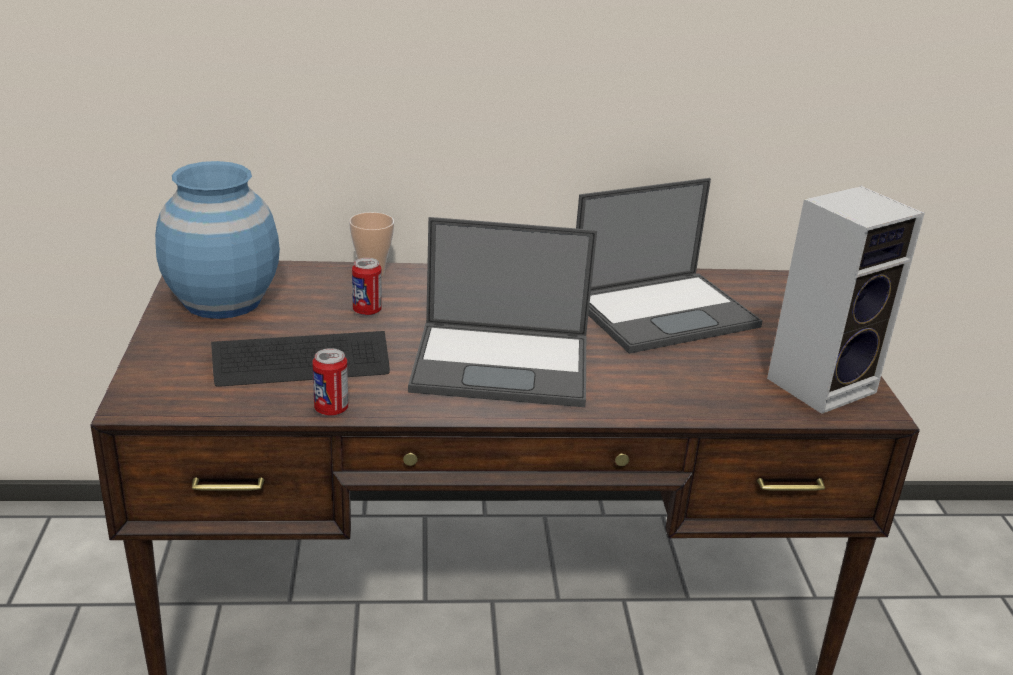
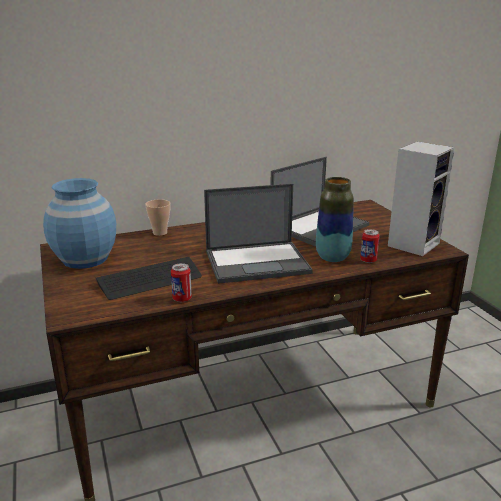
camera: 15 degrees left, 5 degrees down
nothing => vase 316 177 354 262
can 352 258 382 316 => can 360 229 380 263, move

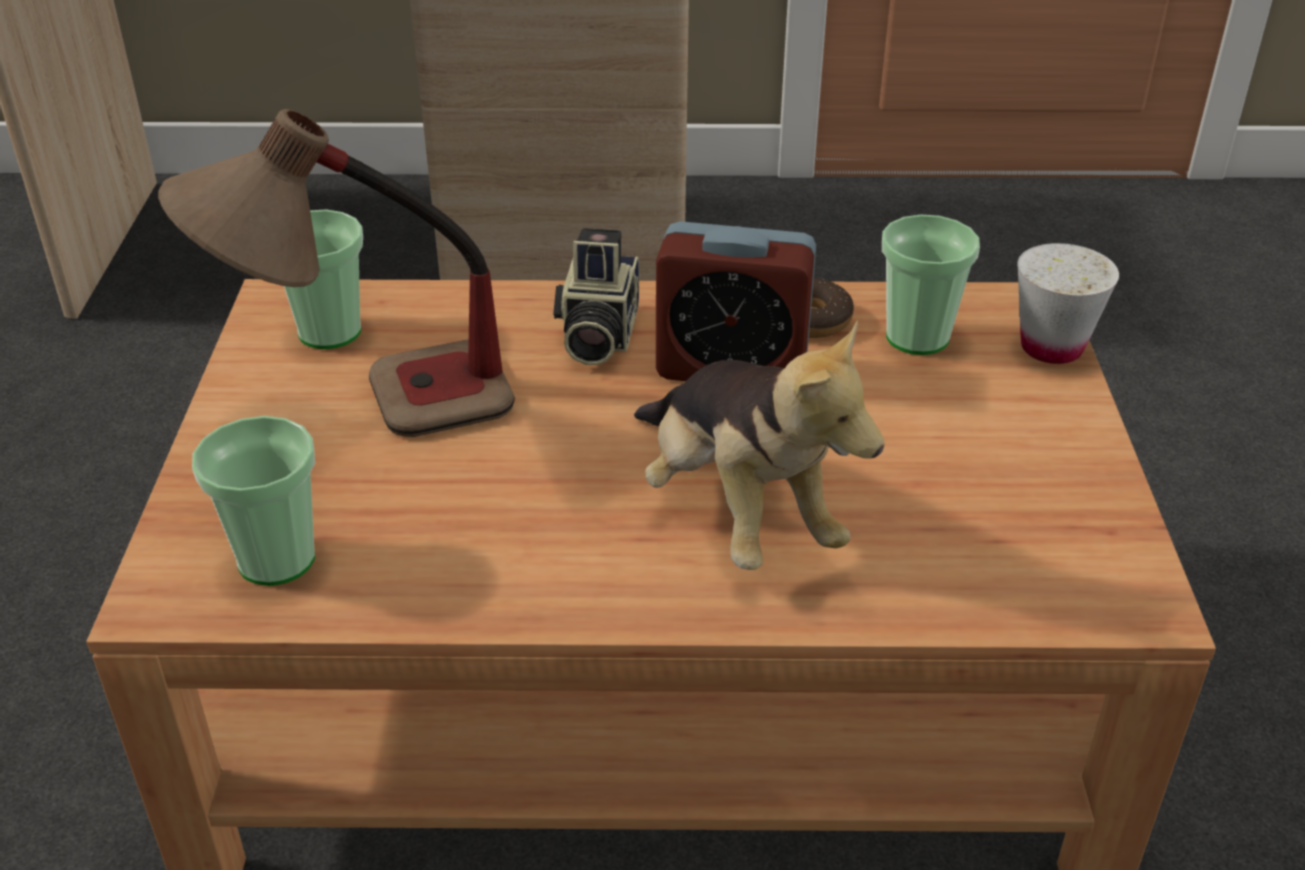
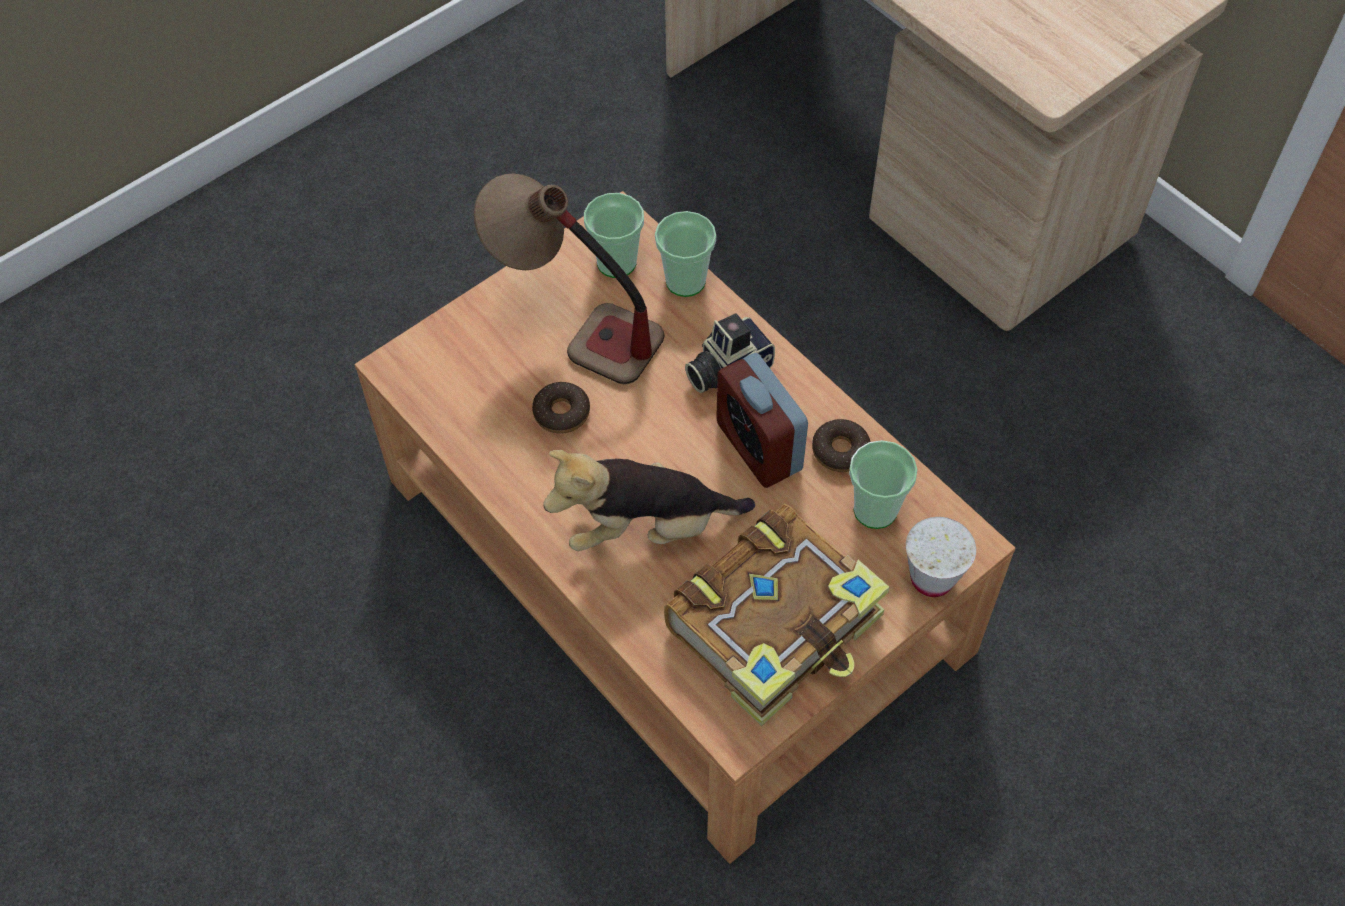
camera: 50 degrees right, 20 degrees up
nothing => donut 532 382 590 434
plush toy 634 320 885 570 => plush toy 543 450 755 551, 60 degrees clockwise
cup 192 416 315 586 => cup 655 211 716 297, move
nothing => book 664 504 890 726

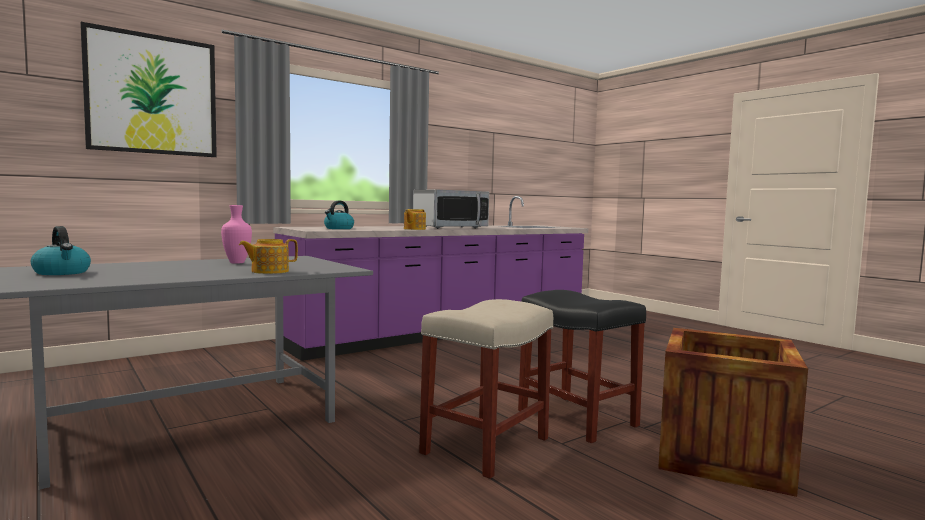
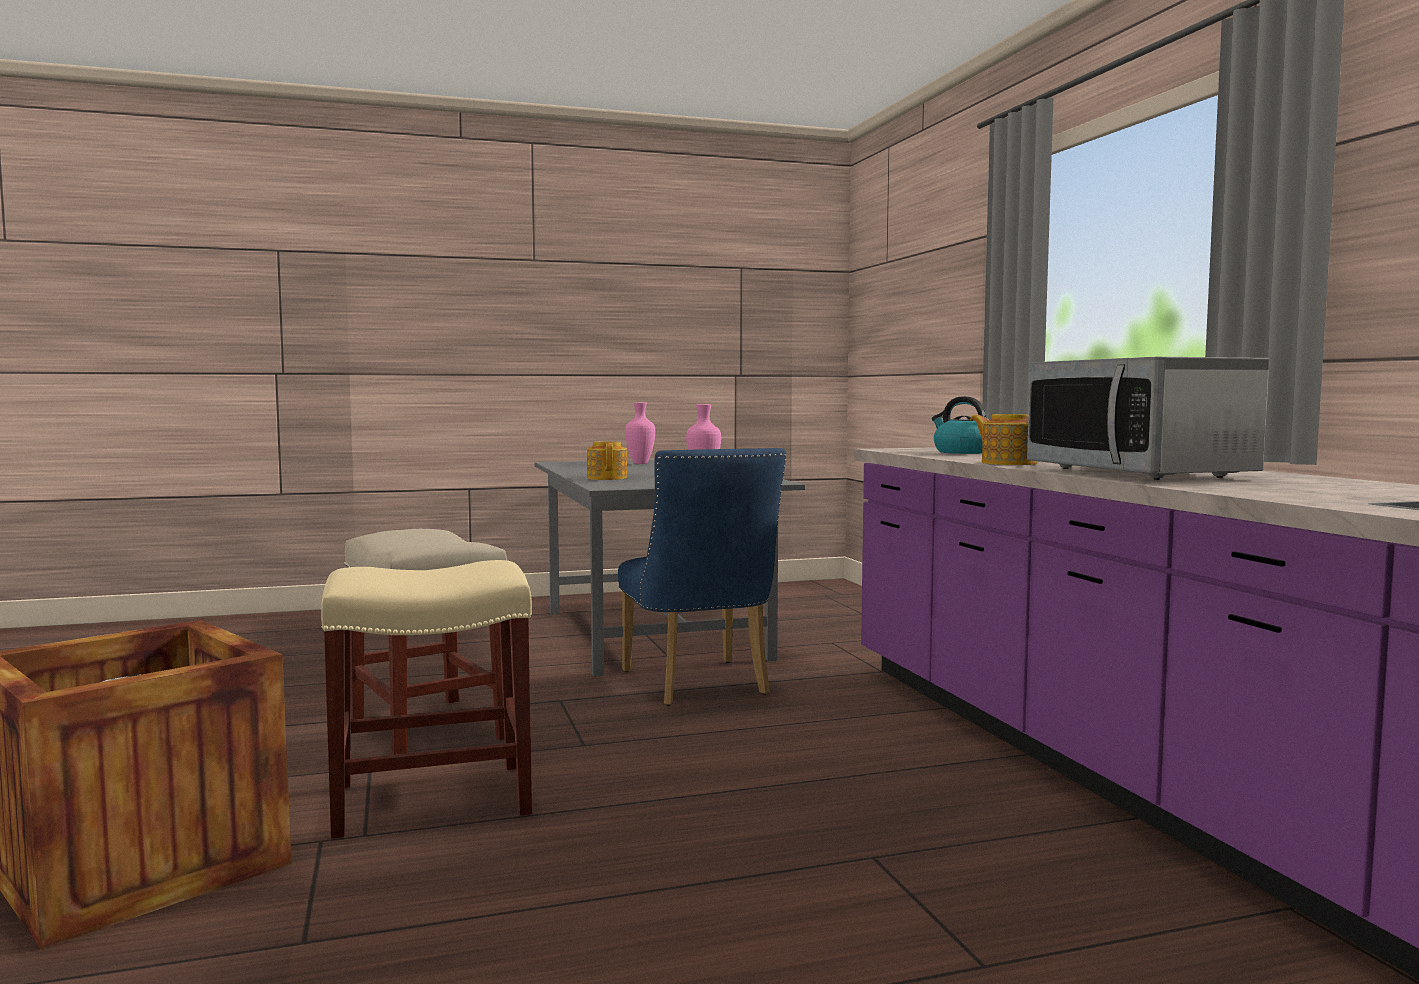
camera: 110 degrees right, 0 degrees up
stool (black) 518 290 646 443 => stool (beige) 321 560 532 839
nothing => chair (blue) 618 448 786 706
kettle 31 226 91 275 => vase (pink) 625 402 655 464
picture 80 22 217 157 => nothing

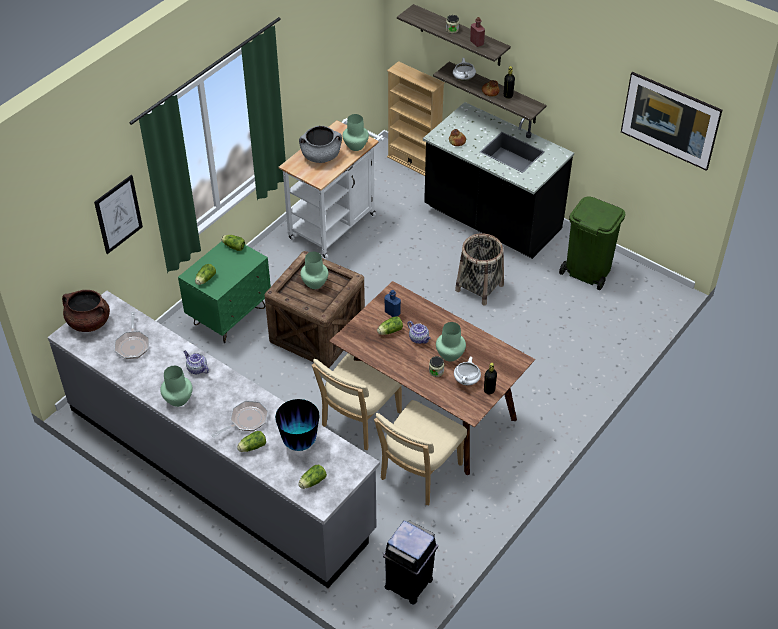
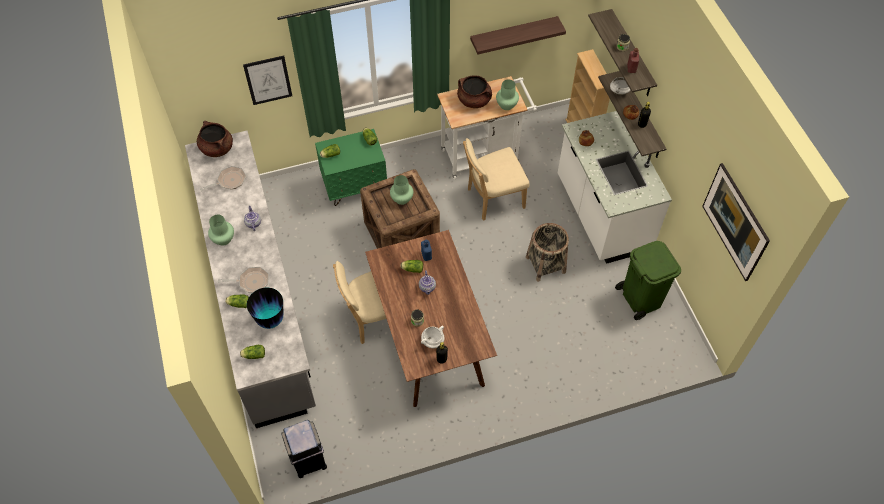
camera: 35 degrees right, 10 degrees up
frying pan 114 312 149 359 => frying pan 200 166 246 191, 150 degrees counterclockwise
cooking pot (grey) 299 126 342 163 => cooking pot (brown) 457 75 492 108
chair (beige) 374 400 467 505 => chair (beige) 463 138 530 221, move
nothing => shelf 470 16 566 55
counter (black) 423 102 574 259 => counter (white) 558 111 672 264
vase (green) 436 322 466 362 => nothing

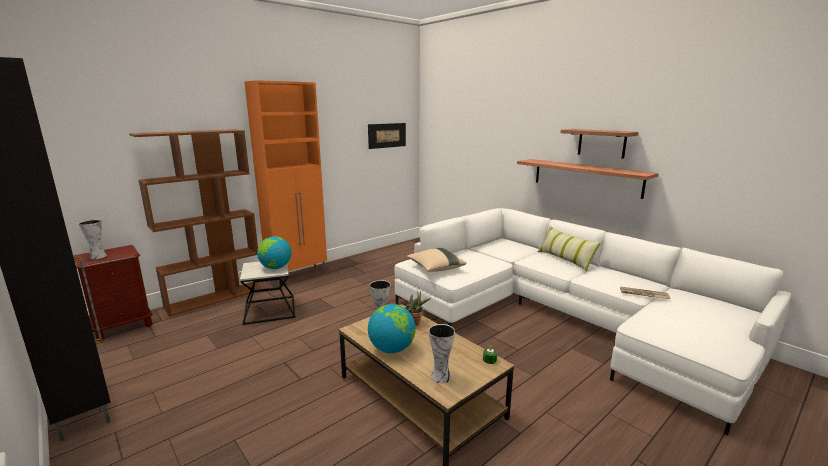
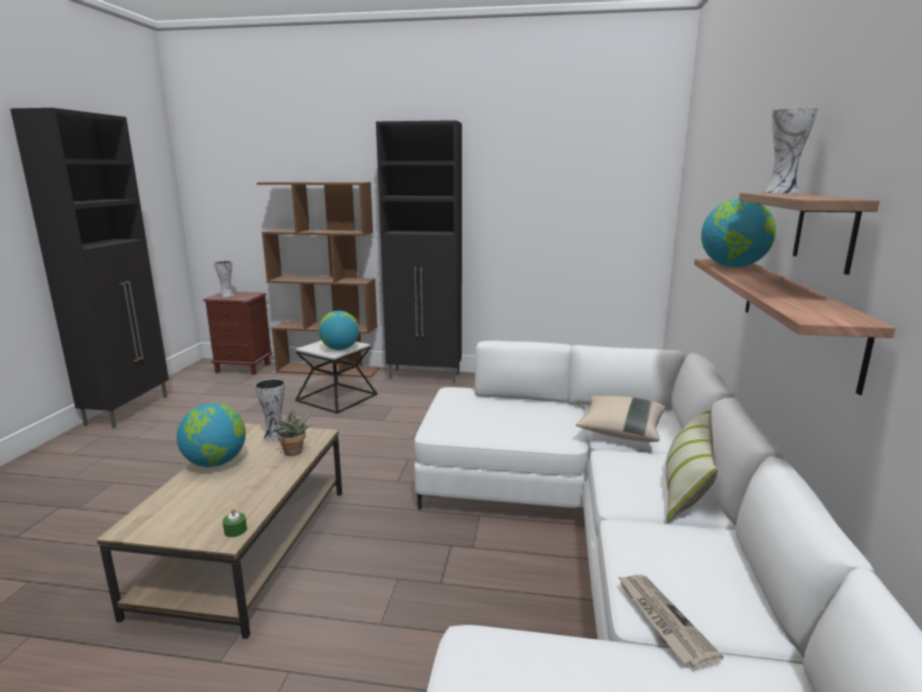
camera: 50 degrees right, 0 degrees up
cabinet (orange) 244 80 327 286 => cabinet (black) 376 120 462 383
pillow (beige) 407 248 467 272 => pillow (beige) 576 395 666 442, move
nothing => globe 701 199 776 267
vase 429 324 455 383 => vase 765 107 818 194, move
picture 368 123 406 149 => nothing

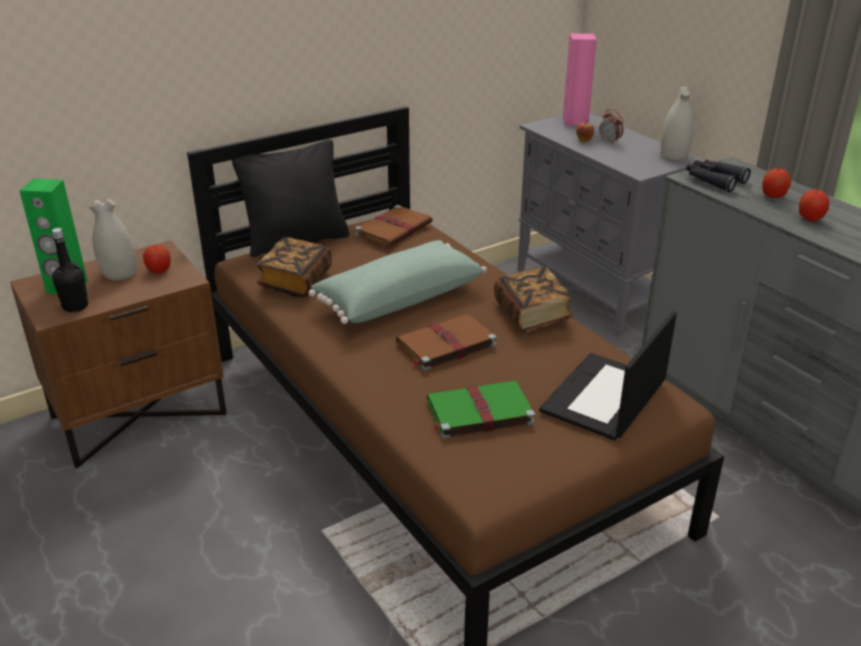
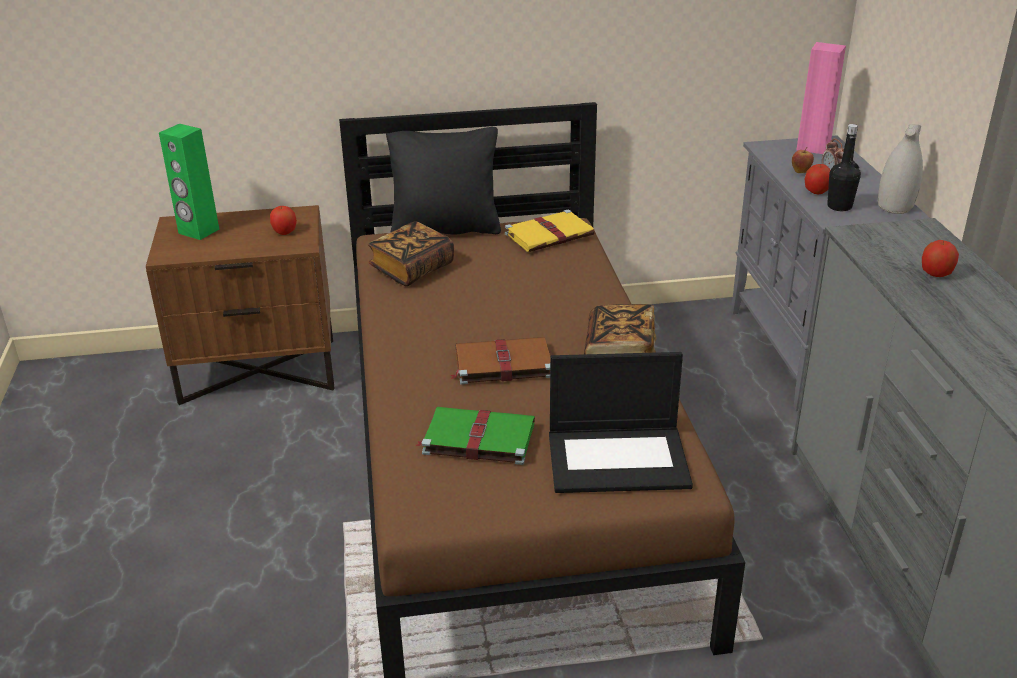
camera: 25 degrees right, 0 degrees up
book (brown) 355 205 433 247 => book (yellow) 505 210 595 252
laptop 539 311 677 440 => laptop 549 352 693 493, 150 degrees counterclockwise
apple 799 189 829 221 => apple 805 164 830 194, move
bottle (black) 52 228 88 313 => bottle (black) 827 124 861 211, move
vase (white) 89 199 137 281 => nothing
pillow (green) 309 240 487 324 => nothing
binoculars (black) 686 160 751 192 => nothing

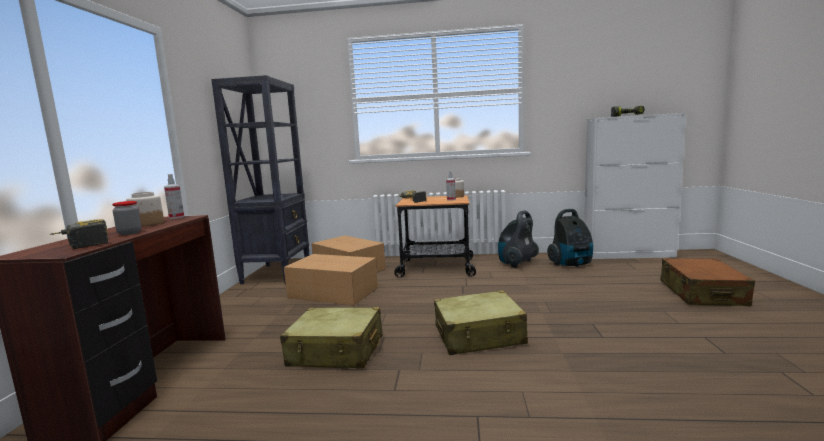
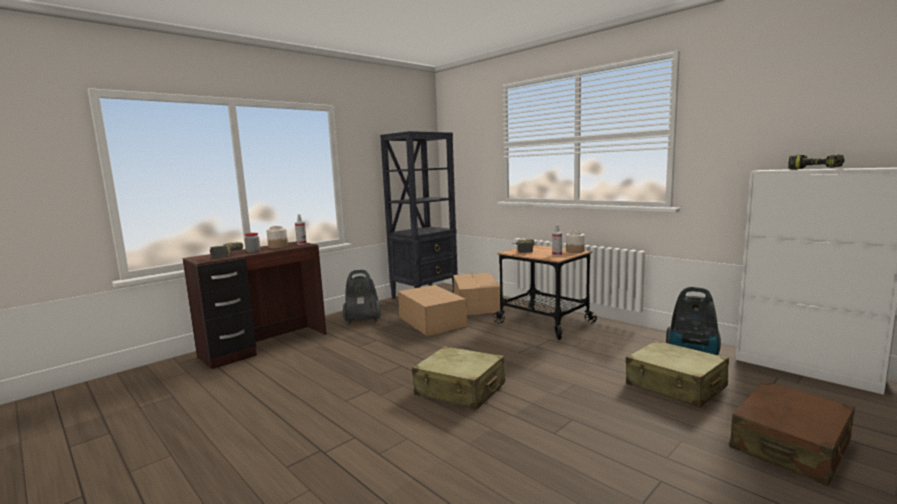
camera: 40 degrees right, 0 degrees up
vacuum cleaner 498 210 539 268 => vacuum cleaner 343 270 381 324, move
suitcase (beige) 280 307 383 368 => suitcase (beige) 626 341 729 408, move

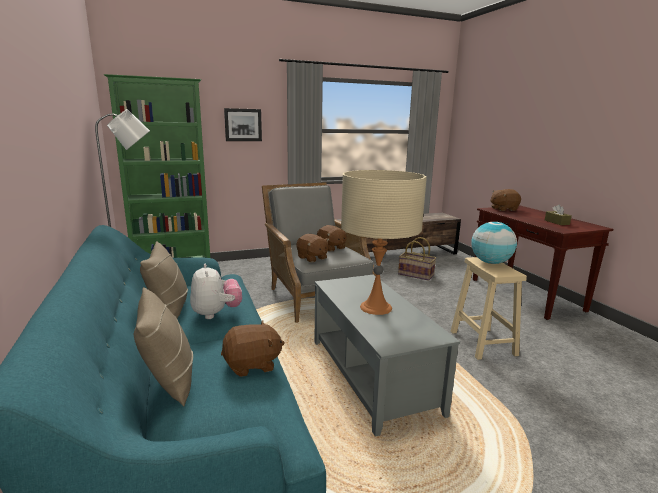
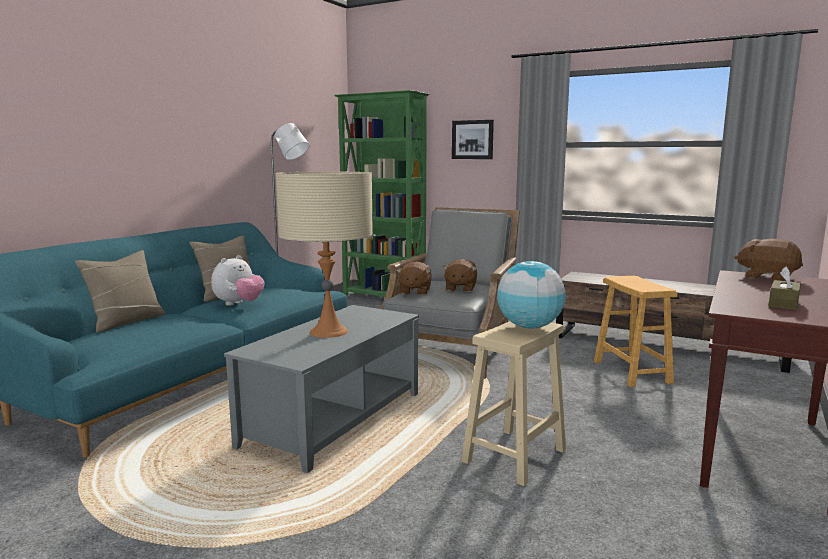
camera: 50 degrees right, 5 degrees down
basket 398 237 436 281 => stool (brown) 594 276 678 387
plush toy (brown) 221 321 285 377 => nothing

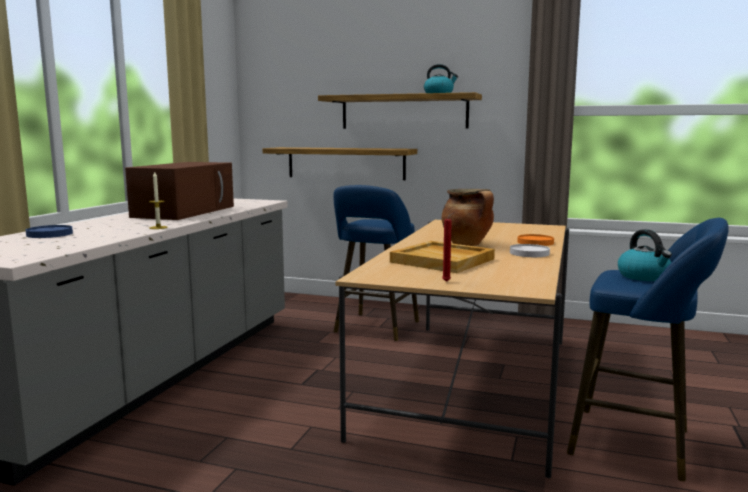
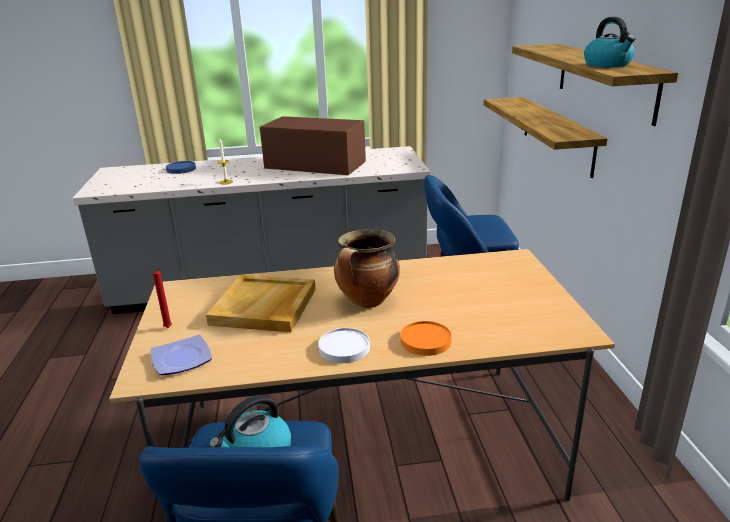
camera: 65 degrees right, 15 degrees up
nothing => plate 151 335 212 375
microwave (brown) 125 162 234 220 => microwave (brown) 260 116 366 175, 150 degrees counterclockwise

